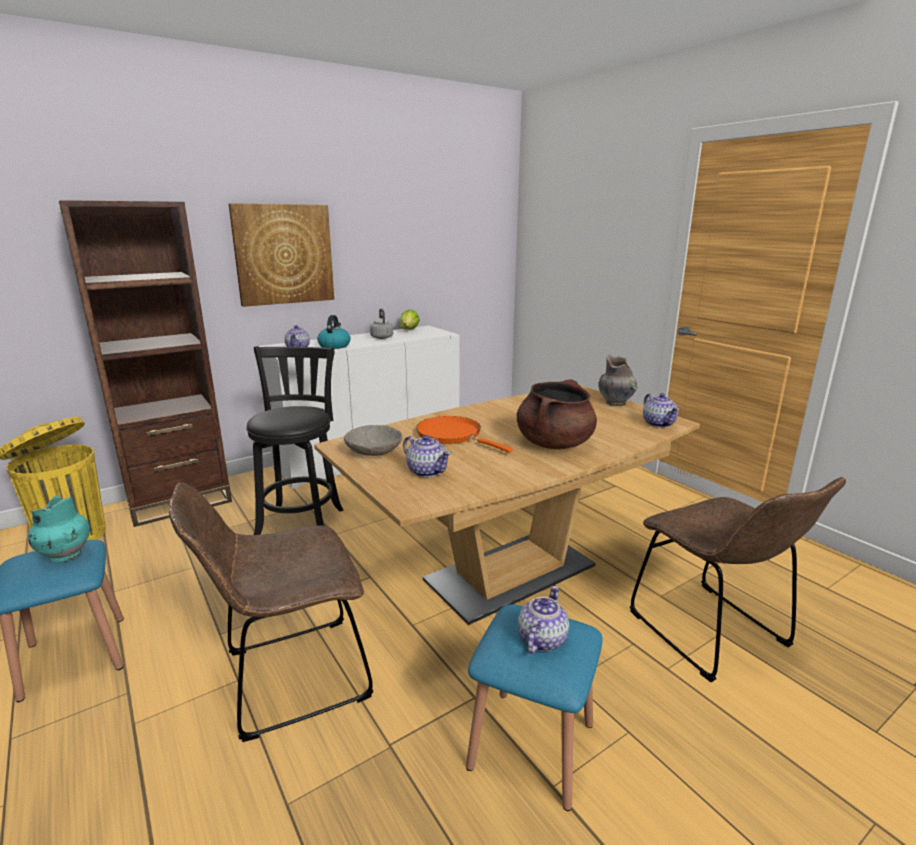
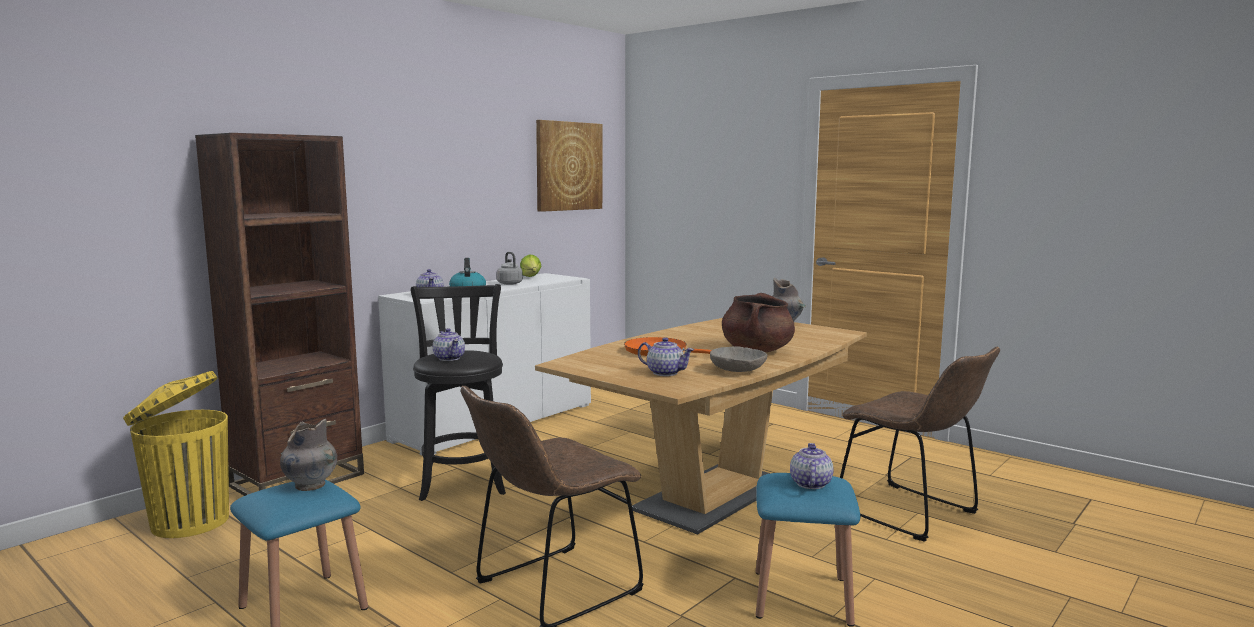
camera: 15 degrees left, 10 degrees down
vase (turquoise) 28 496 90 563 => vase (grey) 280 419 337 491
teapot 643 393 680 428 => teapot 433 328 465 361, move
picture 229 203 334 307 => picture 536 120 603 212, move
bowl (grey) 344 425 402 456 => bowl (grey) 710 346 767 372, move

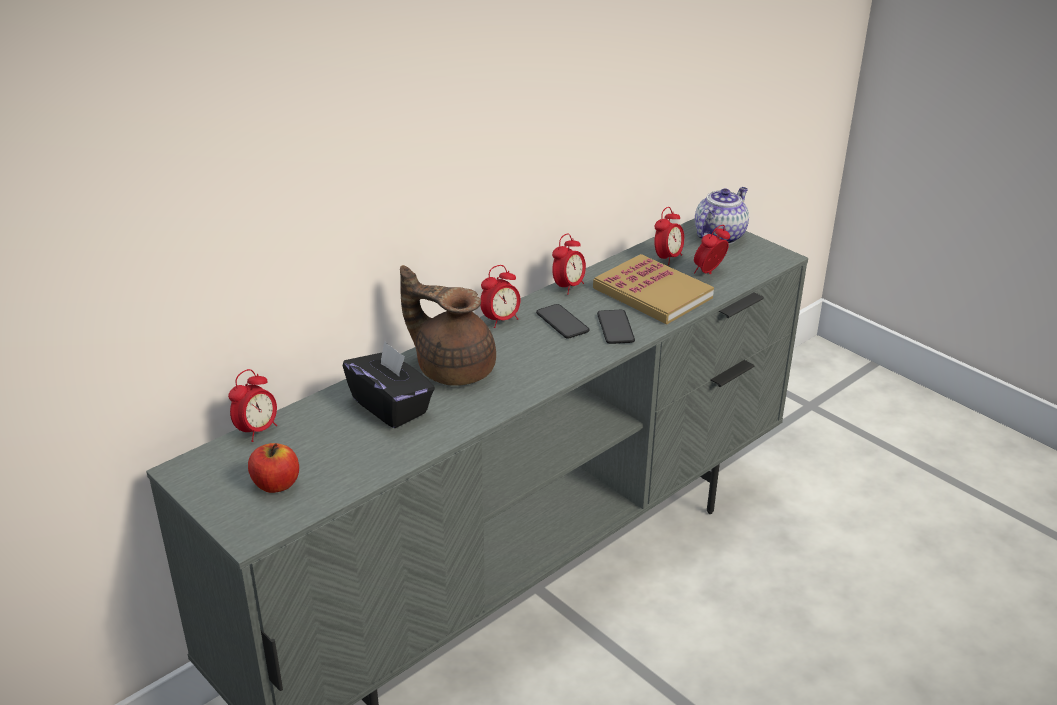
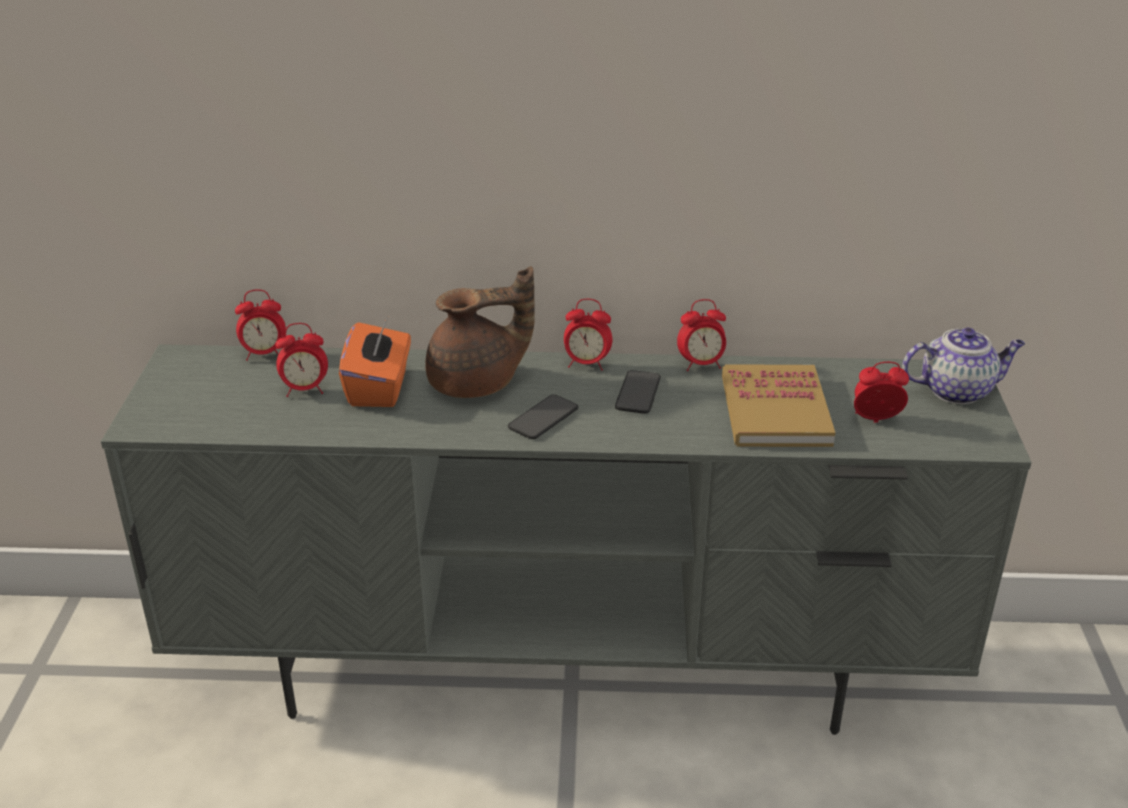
camera: 45 degrees right, 0 degrees up
alarm clock 654 207 684 265 => alarm clock 275 323 328 397, move
tissue box (black) 343 341 435 428 => tissue box (orange) 339 317 411 407
teapot (brown) 400 265 496 386 => teapot (brown) 425 266 535 398, 90 degrees clockwise
phone 597 310 635 344 => phone 508 395 578 439, move
apple 248 443 299 493 => nothing

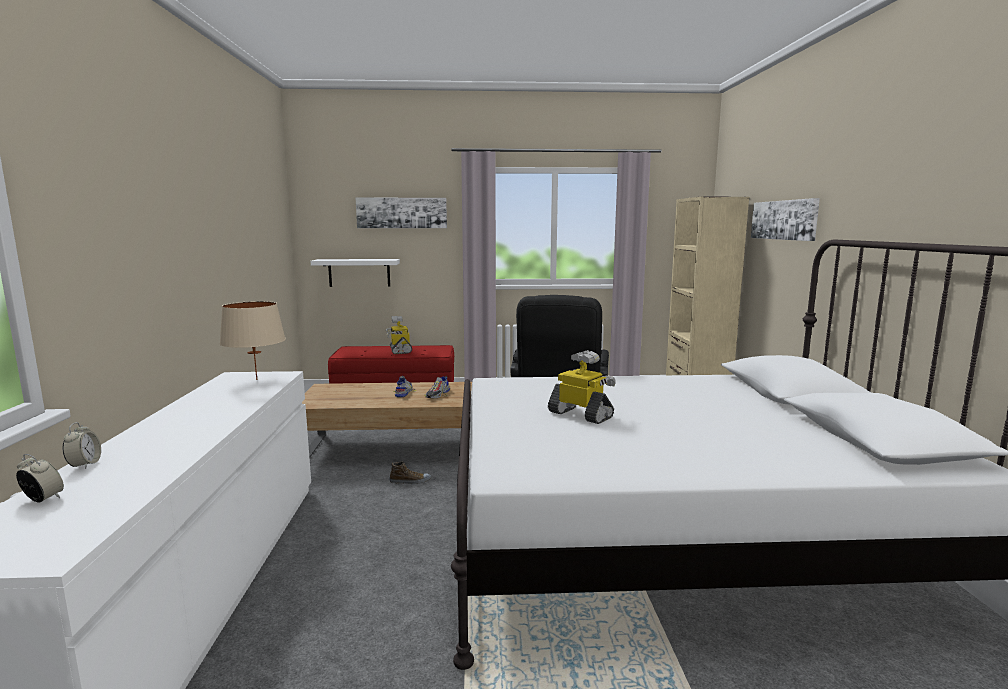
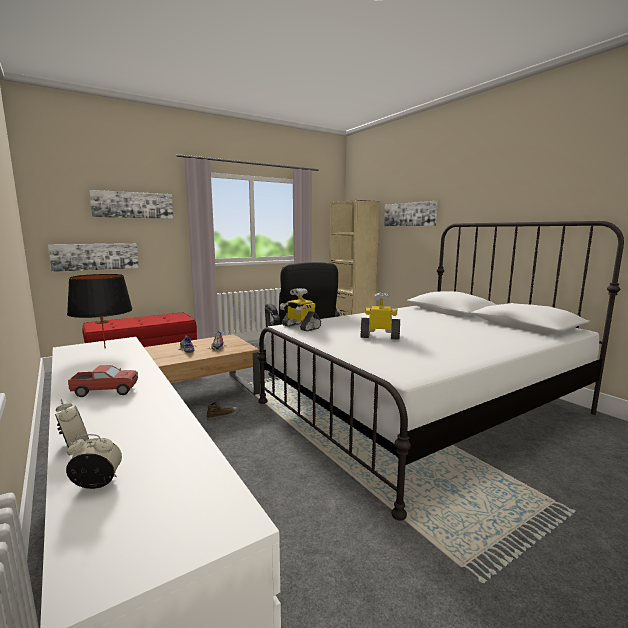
camera: 30 degrees left, 0 degrees up
shelf (white) 310 259 400 287 => picture 48 243 139 272
table lamp (beige) 220 301 286 380 => table lamp (black) 67 274 133 348
nothing => toy truck 68 365 138 397
toy robot 386 316 412 354 => toy robot 280 288 321 332, move

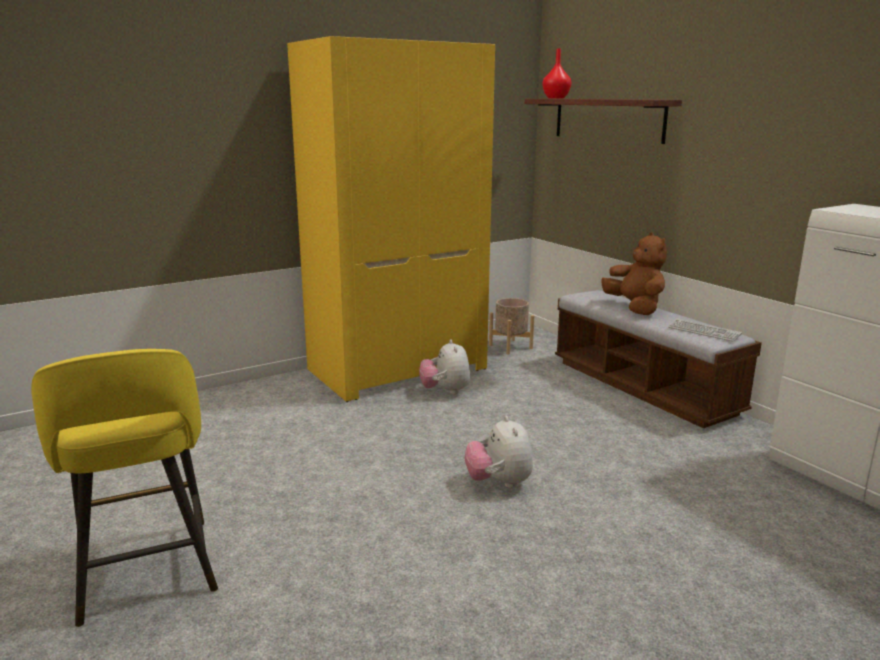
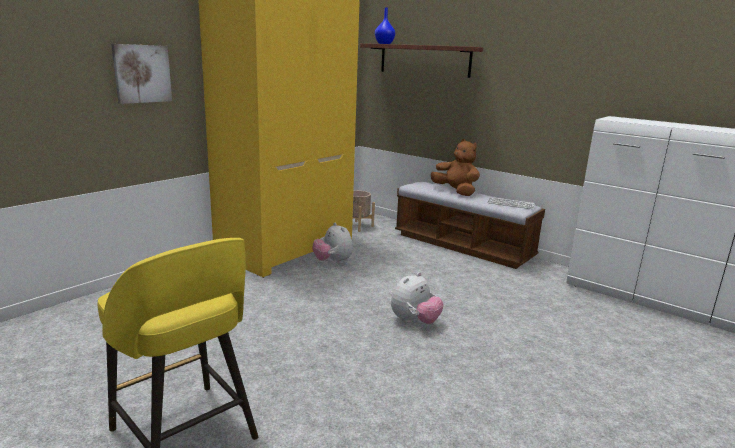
camera: 20 degrees left, 0 degrees up
nothing => picture 111 44 172 104
vase (red) 543 48 571 99 => vase (blue) 375 8 395 44
plush toy 465 416 533 488 => plush toy 391 272 444 324, 105 degrees counterclockwise

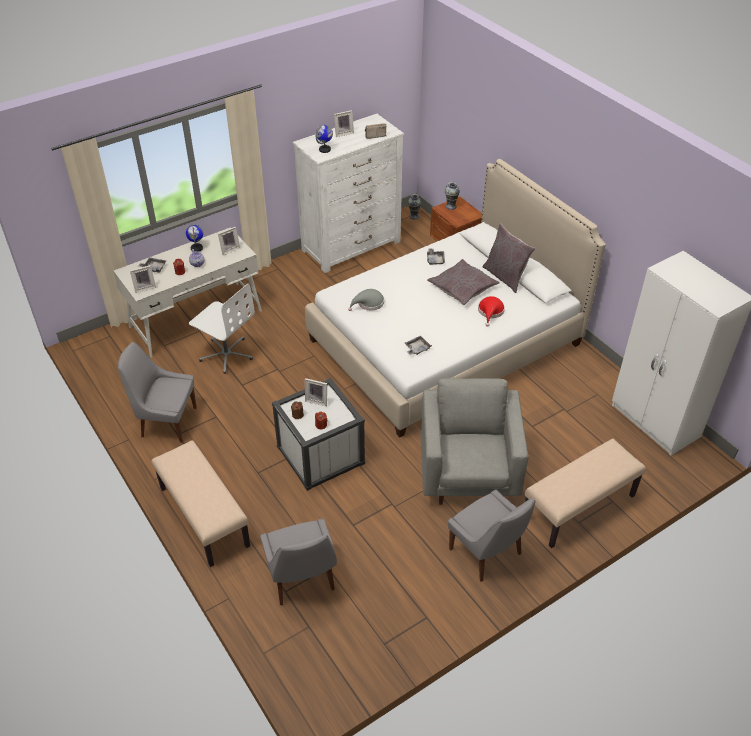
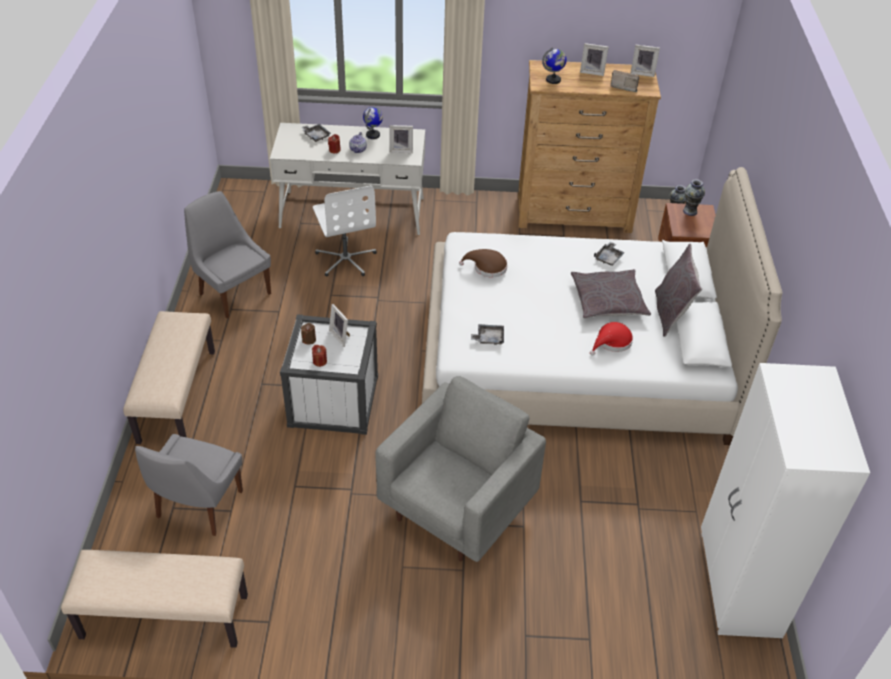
camera: 35 degrees right, 0 degrees up
bench (beige) 525 439 646 548 => bench (beige) 61 550 248 648, move
hat (grey) 348 289 384 311 => hat (brown) 459 249 507 278
dresser (white) 293 114 404 273 => dresser (brown) 518 60 661 233
picture frame 130 265 156 293 => picture frame 630 44 660 77, move
chair (grey) 448 490 535 582 => nothing

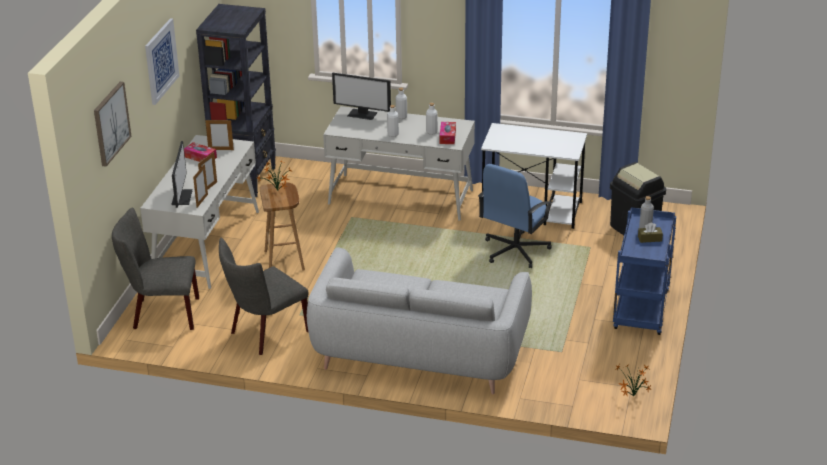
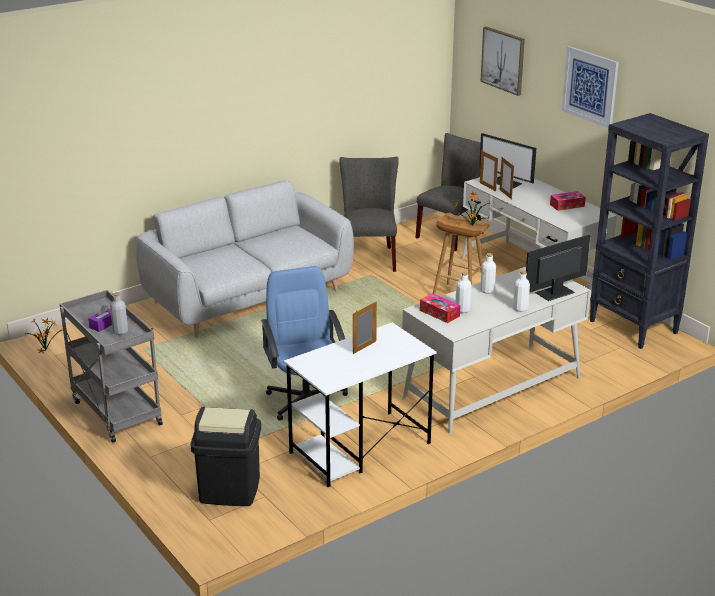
camera: 130 degrees right, 5 degrees down
cart (blue) 613 207 676 335 => cart (grey) 60 290 163 443
tissue box (brown) 638 222 663 243 => tissue box (purple) 88 305 112 332
picture frame 205 119 234 150 => picture frame 353 301 377 354, move

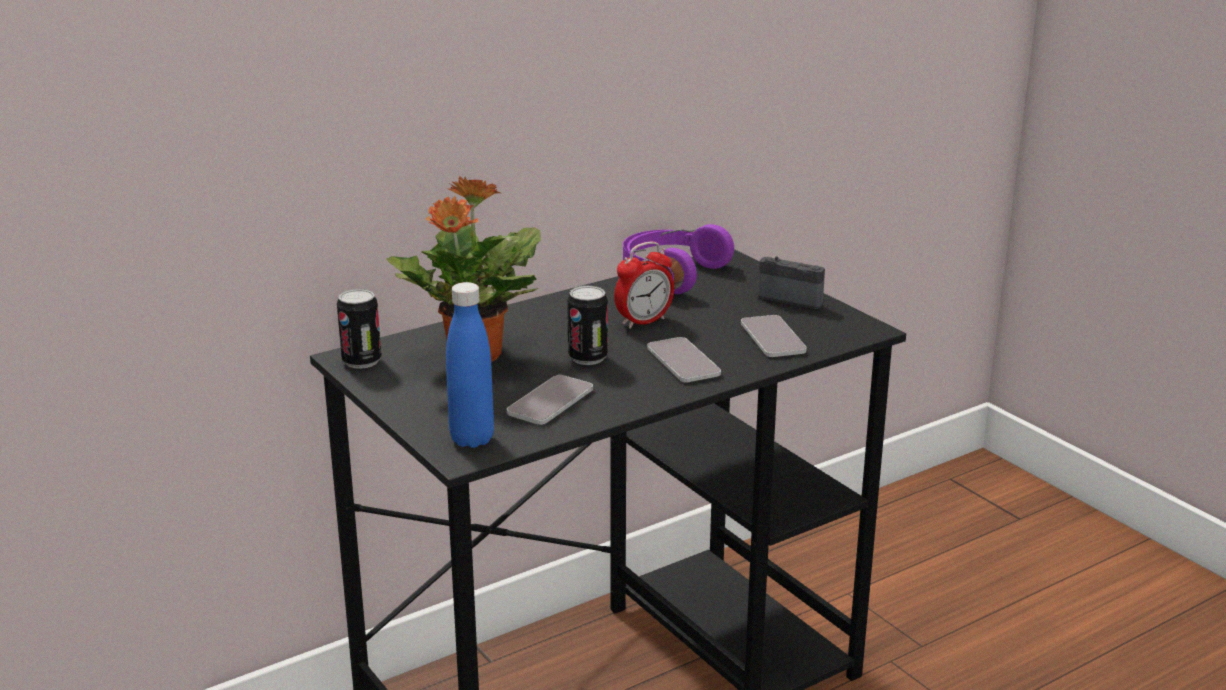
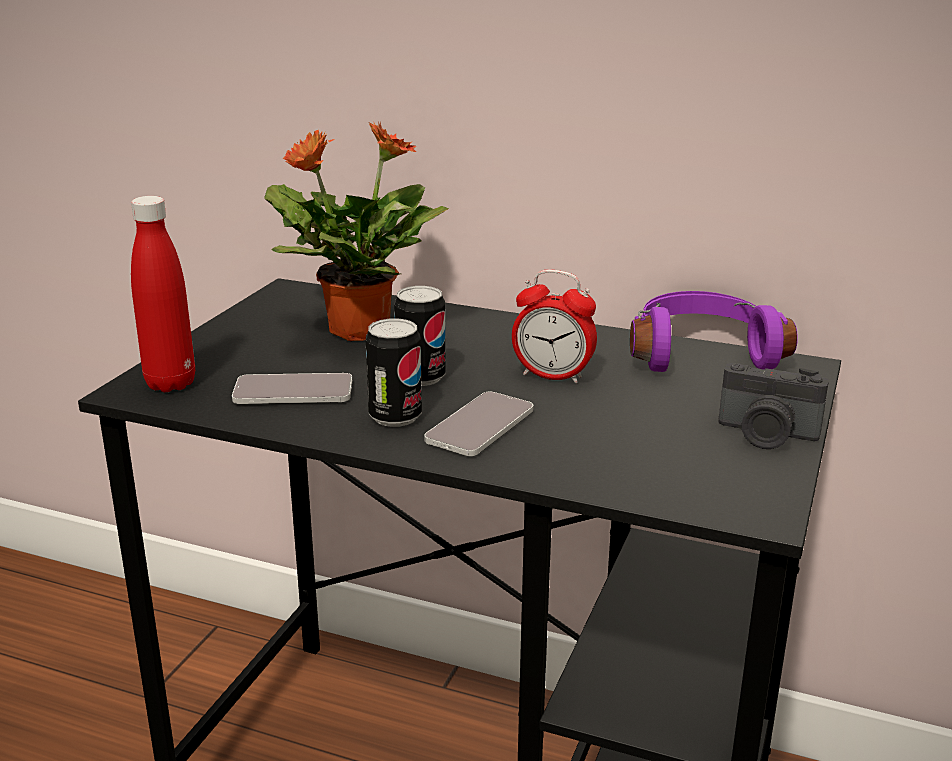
camera: 55 degrees right, 0 degrees up
bottle (blue) 446 282 494 448 => bottle (red) 131 196 195 392
can 337 289 382 369 => can 366 318 422 427, move
photo camera 758 256 825 309 => photo camera 719 363 829 449, 120 degrees clockwise
phone 741 315 807 357 => nothing

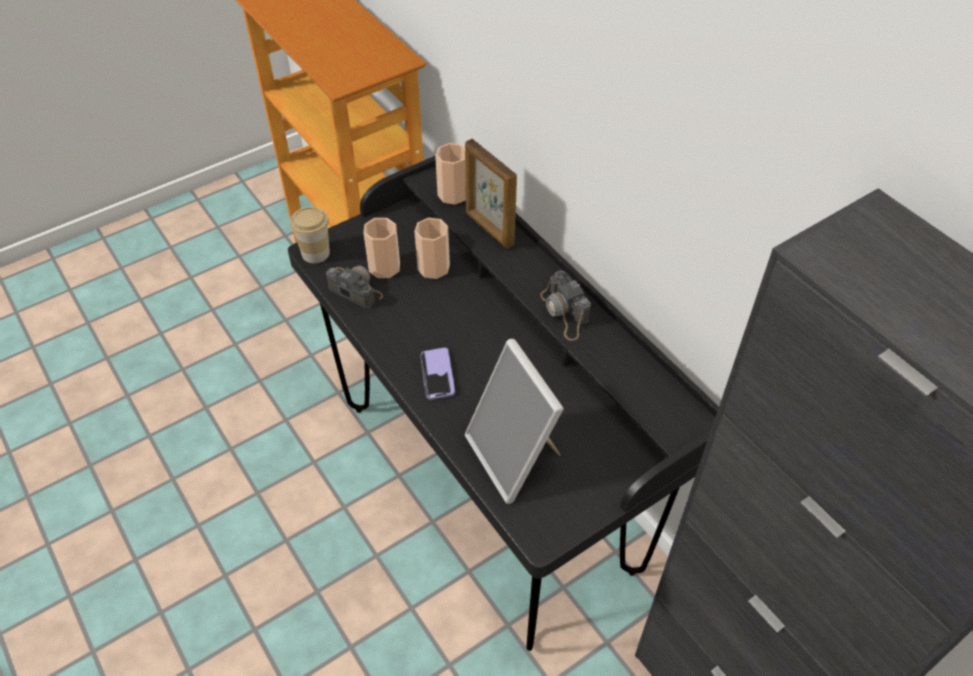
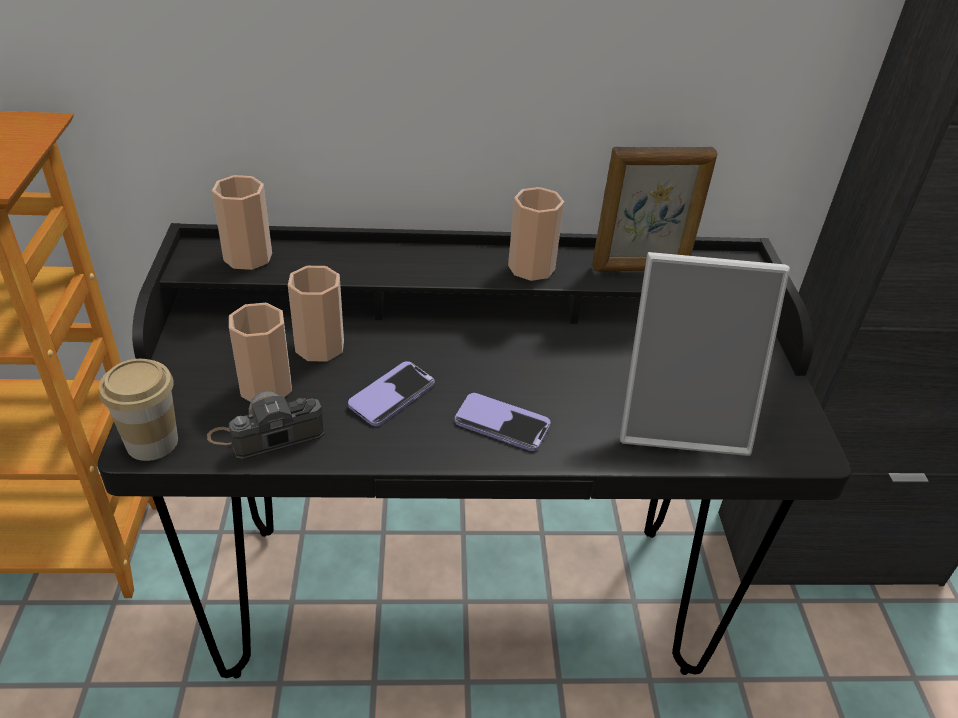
camera: 60 degrees left, 10 degrees down
nothing => phone 348 361 435 426
photo camera 540 270 591 341 => cup 508 187 564 281
picture frame 465 139 517 249 => picture frame 592 147 718 271, move

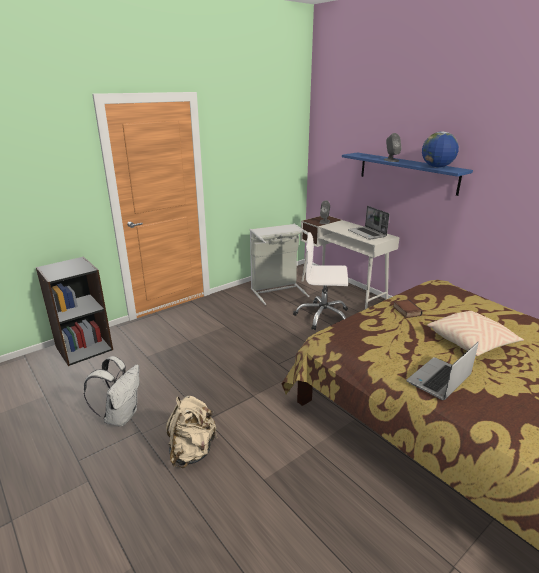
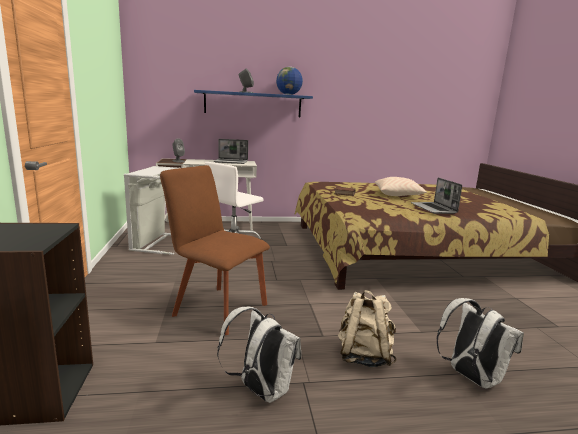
camera: 60 degrees left, 10 degrees down
nothing => chair (brown) 160 165 270 335
nothing => backpack (white) 436 298 524 389

